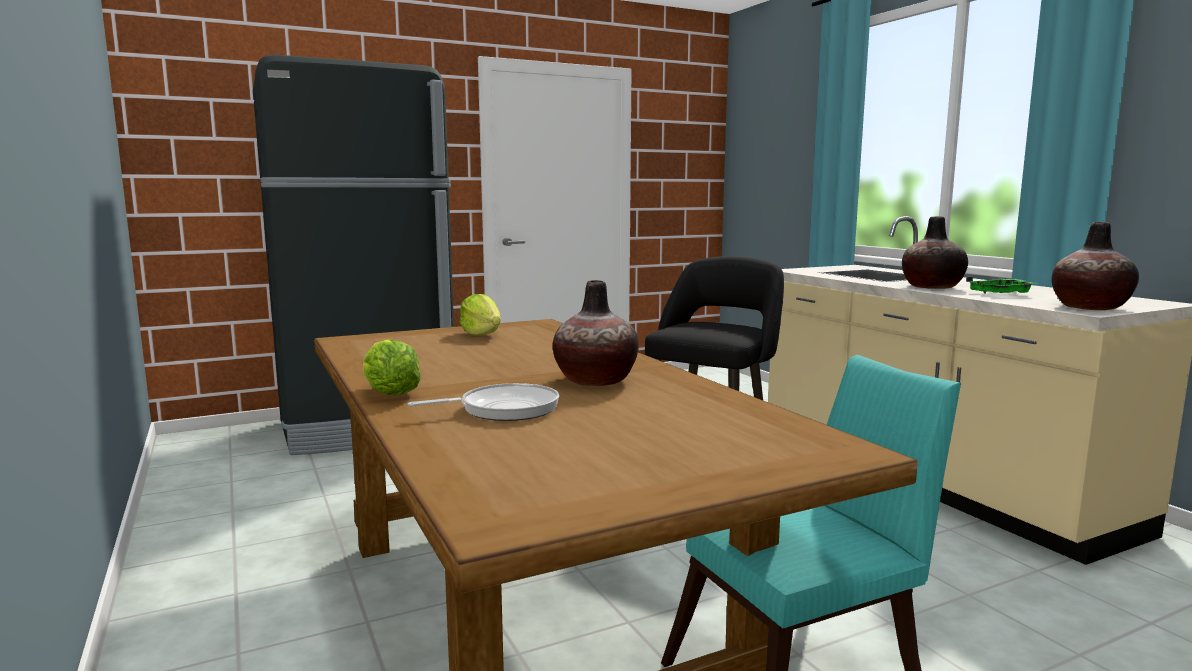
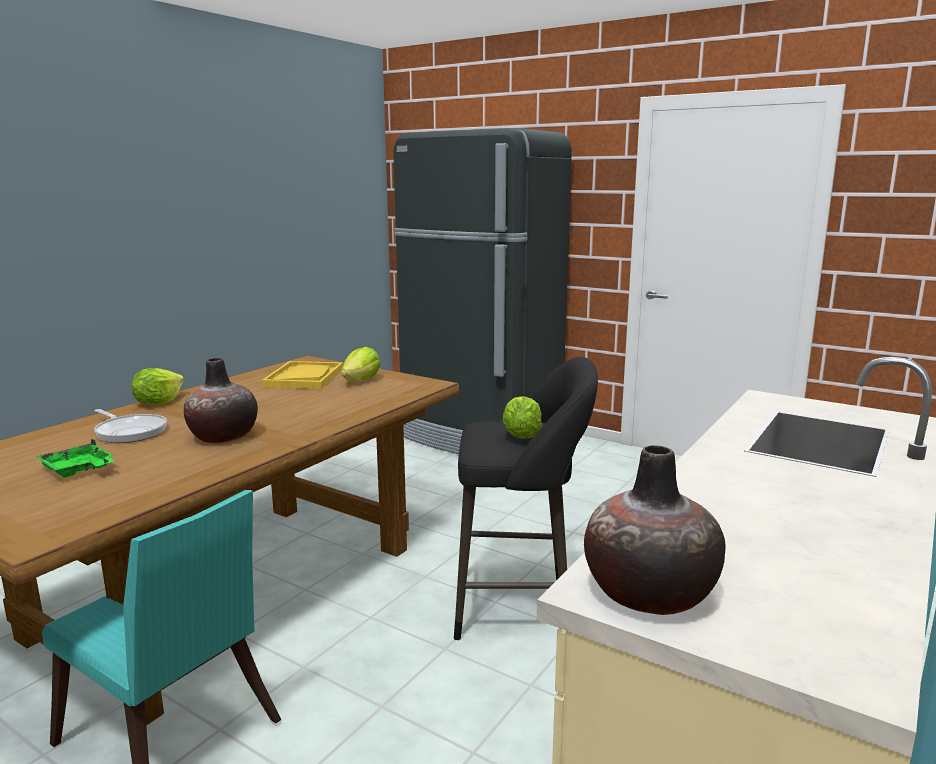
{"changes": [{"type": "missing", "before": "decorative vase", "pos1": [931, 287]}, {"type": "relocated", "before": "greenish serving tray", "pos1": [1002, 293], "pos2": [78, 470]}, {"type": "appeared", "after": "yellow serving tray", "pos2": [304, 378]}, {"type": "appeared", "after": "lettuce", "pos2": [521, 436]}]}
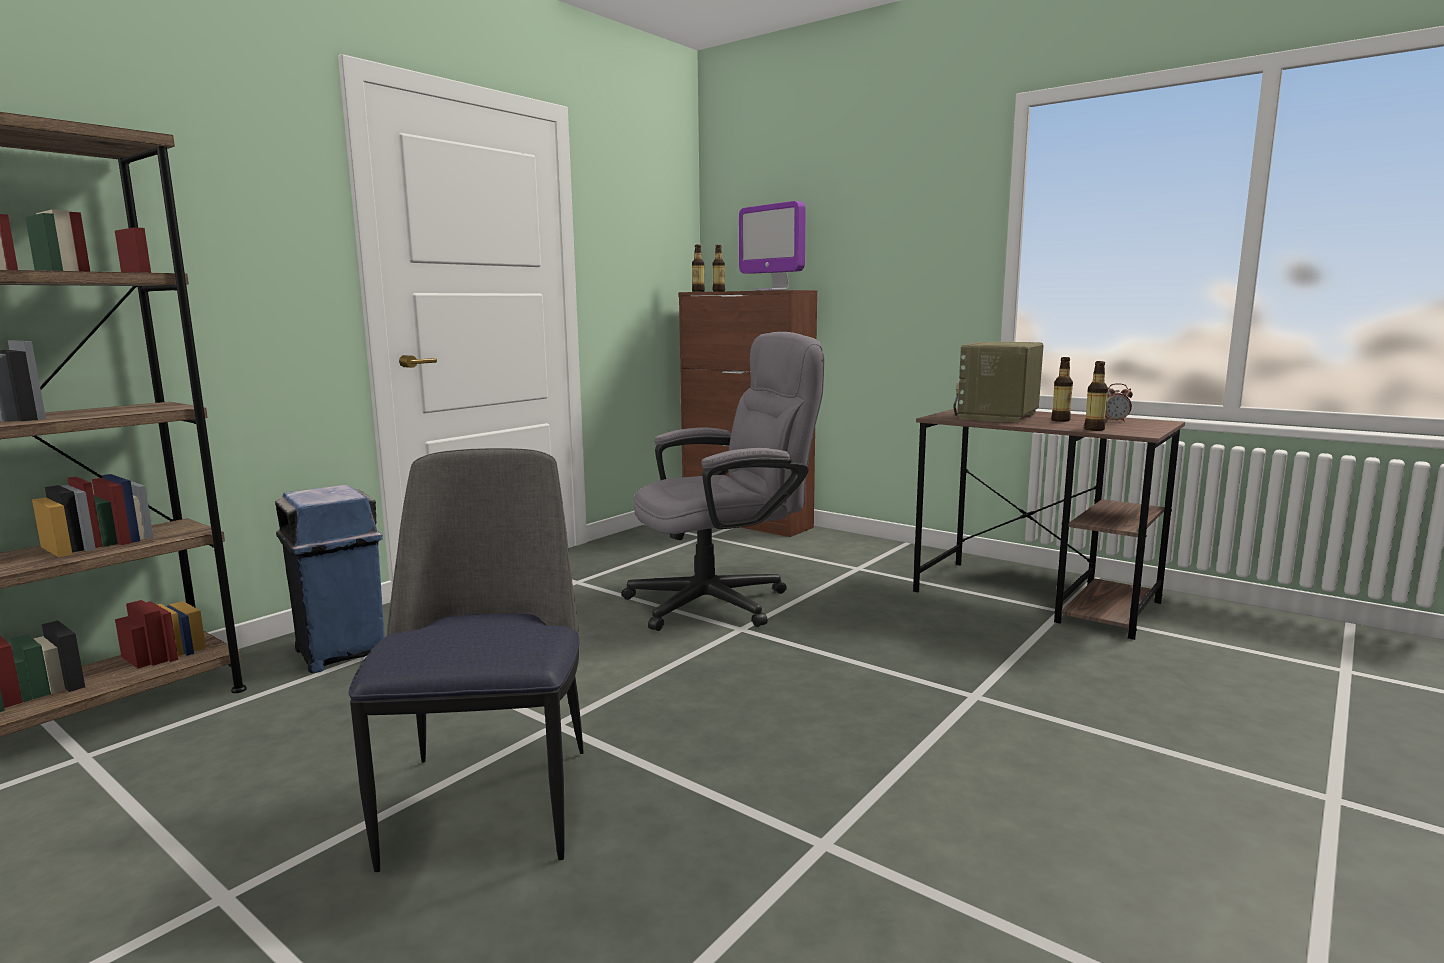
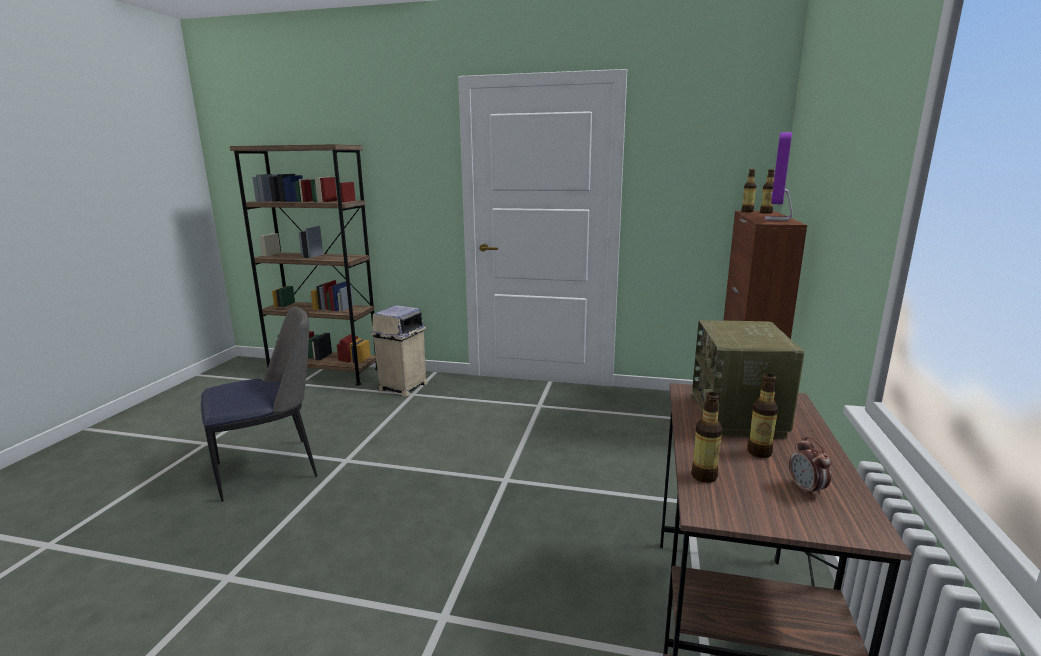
{"changes": [{"type": "colour", "before": "bluish rubbish bin", "after": "beige-coloured rubbish bin", "pos1": [341, 653], "pos2": [402, 387]}, {"type": "missing", "before": "gray office chair", "pos1": [723, 601]}, {"type": "spun", "before": "radio set", "pos1": [998, 416], "pos2": [738, 416], "turn": -90}]}
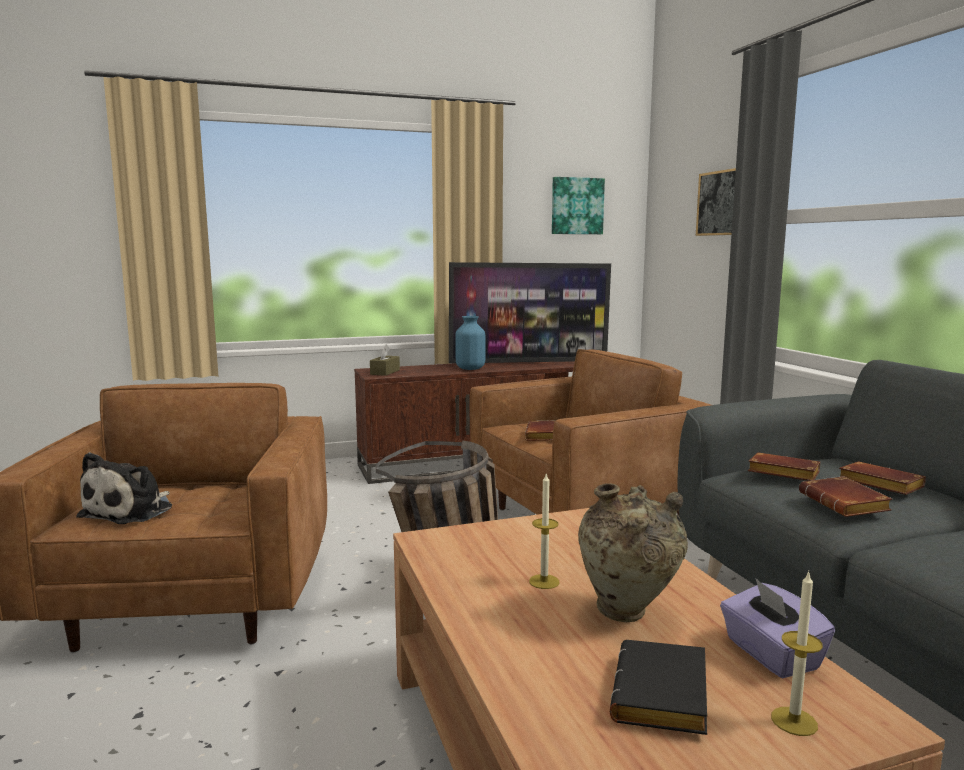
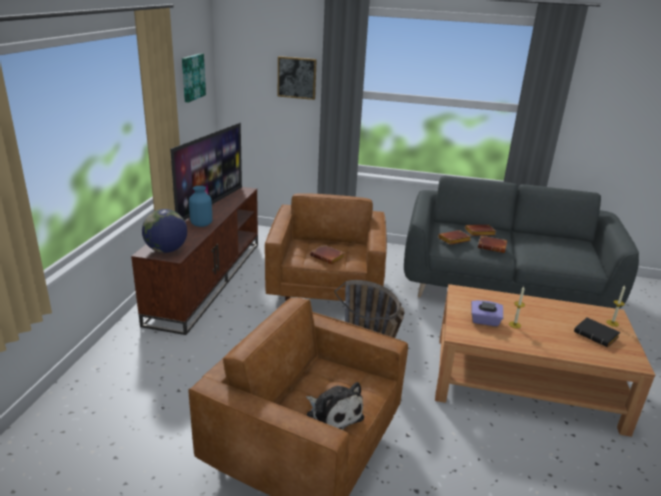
{"changes": [{"type": "exchanged", "before": "brownish box of tissues", "after": "desk globe", "pos1": [385, 372], "pos2": [166, 250]}, {"type": "missing", "before": "beige-coloured decorative vase", "pos1": [628, 614]}, {"type": "relocated", "before": "purplish box of tissues", "pos1": [770, 654], "pos2": [485, 321]}]}
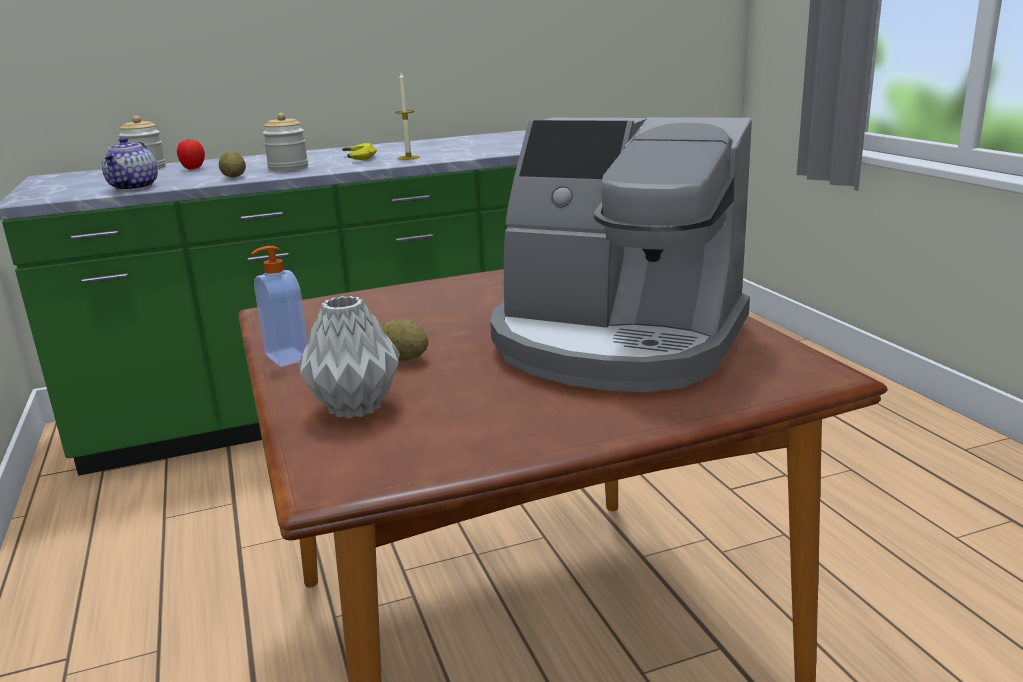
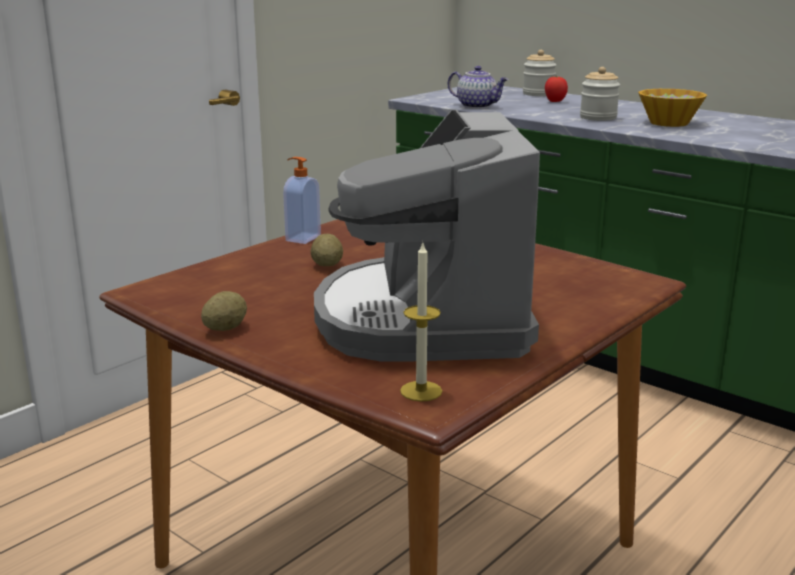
{"changes": [{"type": "spun", "before": "tea pot", "pos1": [135, 187], "pos2": [477, 106], "turn": -120}, {"type": "relocated", "before": "whole potato", "pos1": [234, 177], "pos2": [225, 329]}, {"type": "missing", "before": "gray decorative vase", "pos1": [353, 407]}, {"type": "exchanged", "before": "banana fruit", "after": "serving bowl", "pos1": [355, 158], "pos2": [669, 123]}, {"type": "relocated", "before": "candle", "pos1": [408, 157], "pos2": [421, 391]}]}
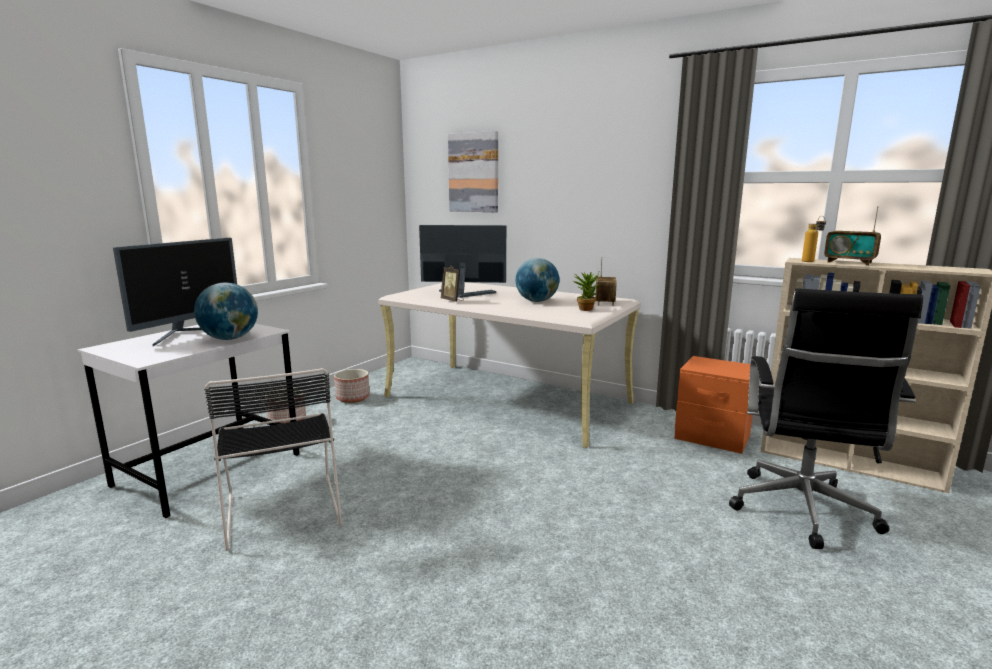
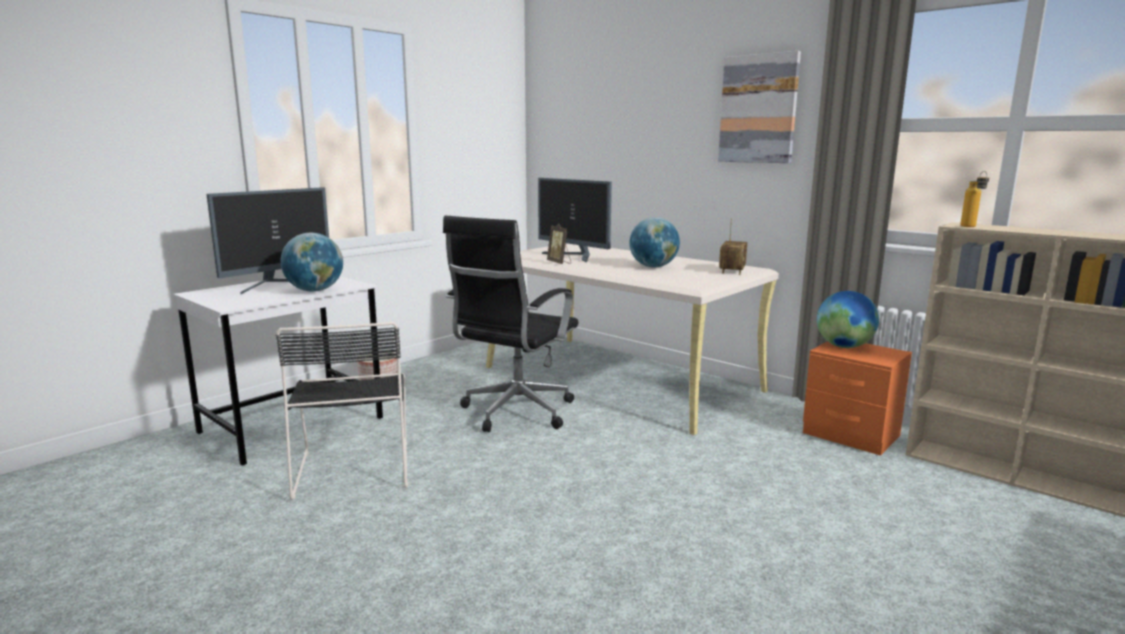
{"changes": [{"type": "missing", "before": "flower pot", "pos1": [352, 397]}, {"type": "spun", "before": "computer screen", "pos1": [463, 294], "pos2": [575, 257], "turn": -150}, {"type": "relocated", "before": "wall art", "pos1": [474, 173], "pos2": [758, 109]}, {"type": "missing", "before": "houseplant", "pos1": [585, 309]}, {"type": "relocated", "before": "black office chair", "pos1": [802, 513], "pos2": [514, 413]}, {"type": "missing", "before": "radio set", "pos1": [849, 262]}, {"type": "appeared", "after": "desk globe", "pos2": [844, 347]}]}
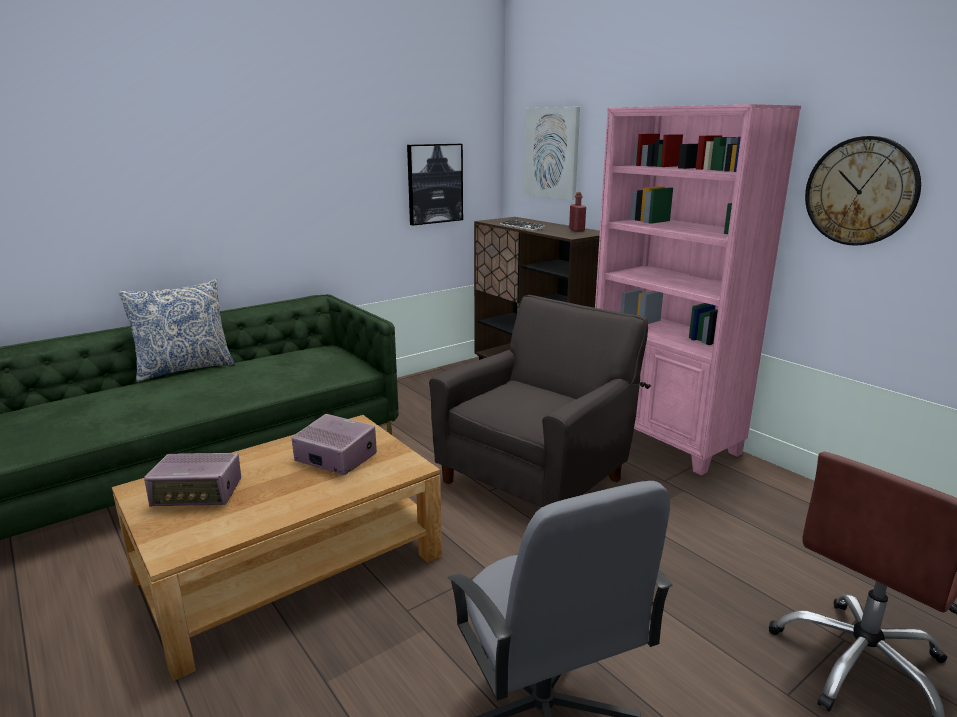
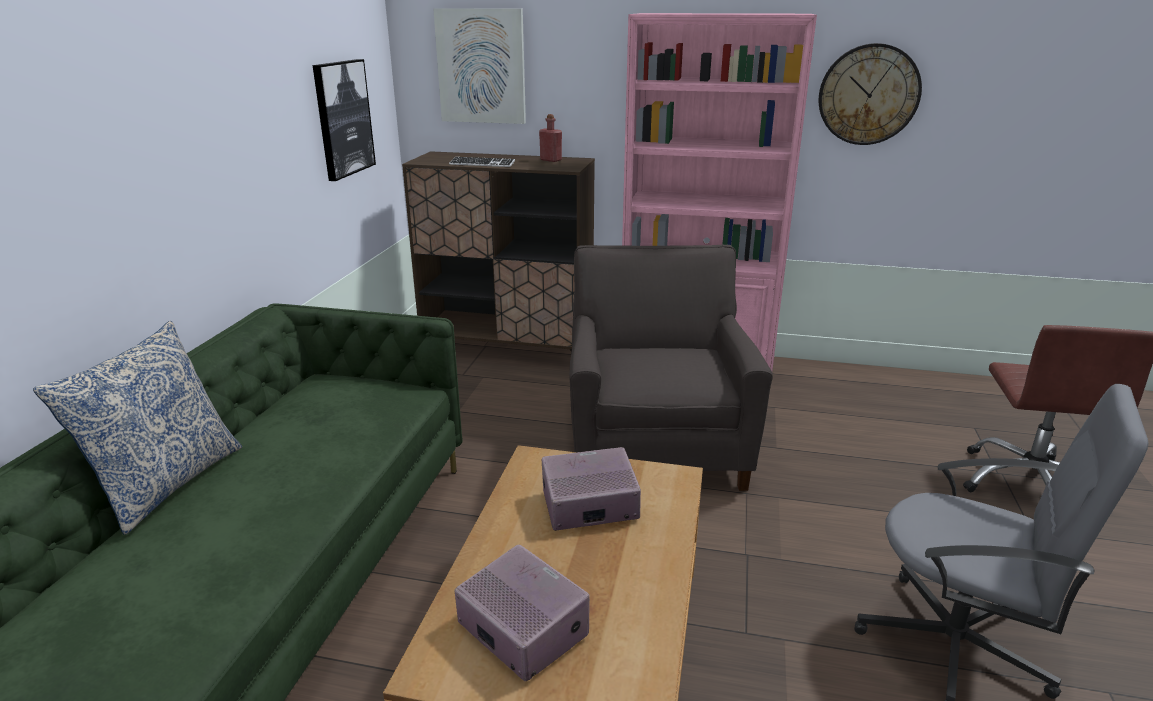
{"changes": [{"type": "spun", "before": "radio set", "pos1": [198, 494], "pos2": [522, 629], "turn": -90}]}
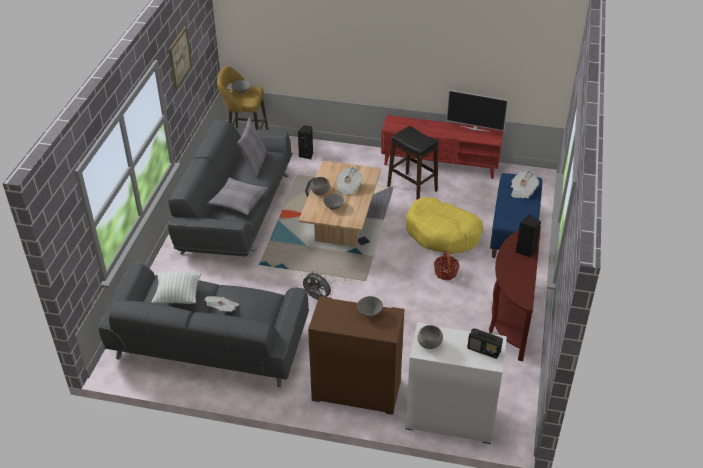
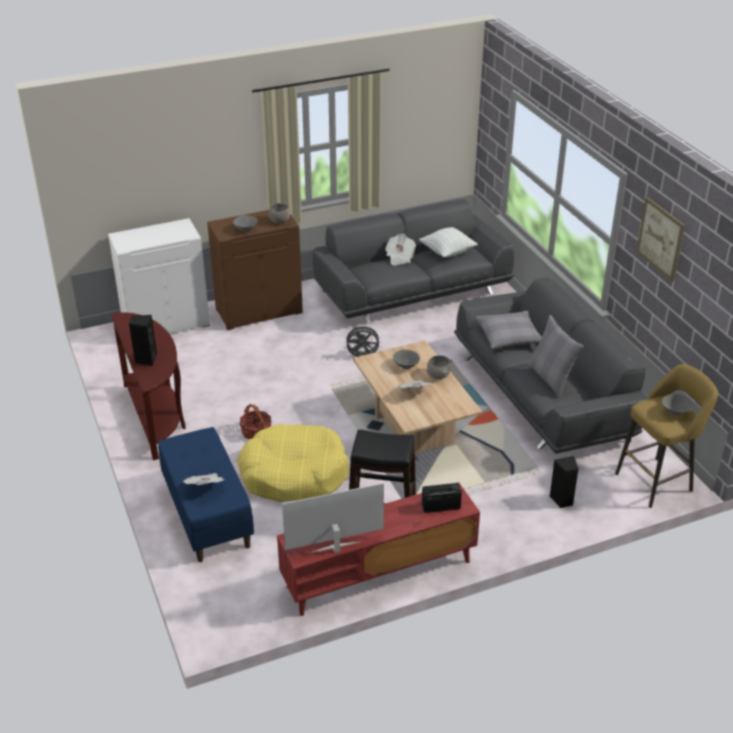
{"changes": [{"type": "relocated", "before": "gray serving bowl", "pos1": [429, 344], "pos2": [279, 220]}, {"type": "relocated", "before": "radio set", "pos1": [484, 350], "pos2": [440, 506]}]}
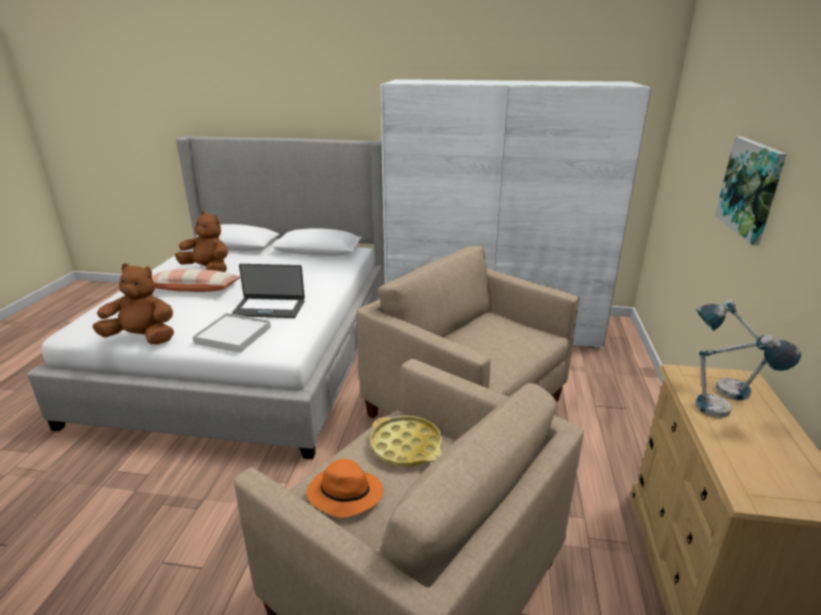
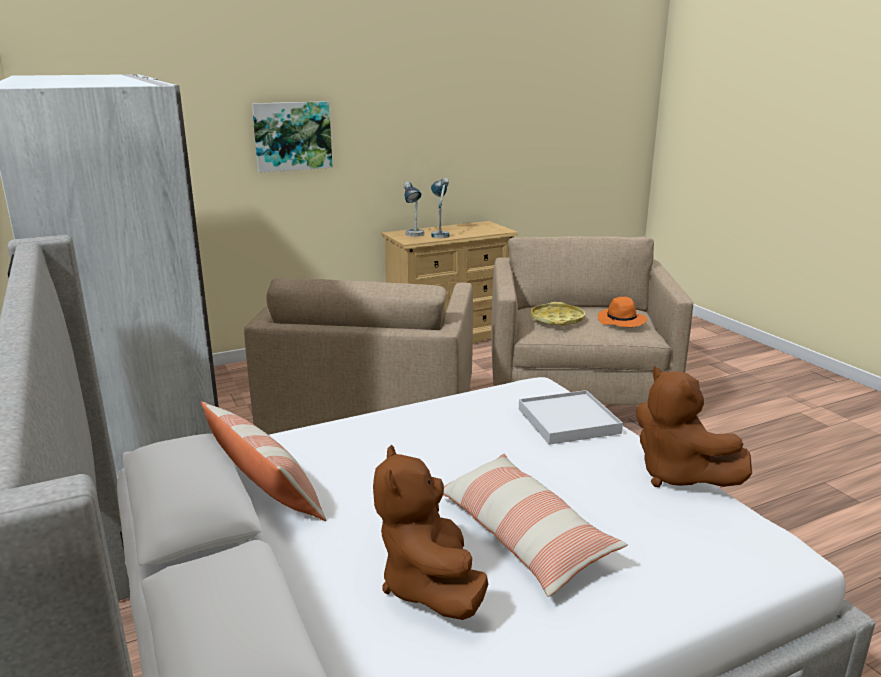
{"changes": [{"type": "missing", "before": "portable computer", "pos1": [269, 308]}, {"type": "appeared", "after": "throw pillow", "pos2": [265, 488]}]}
